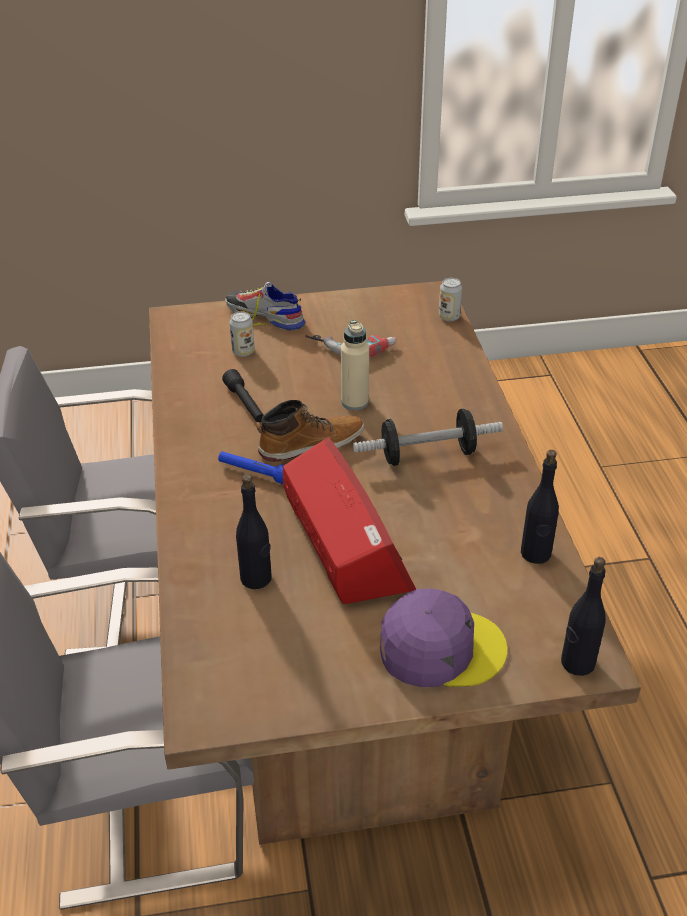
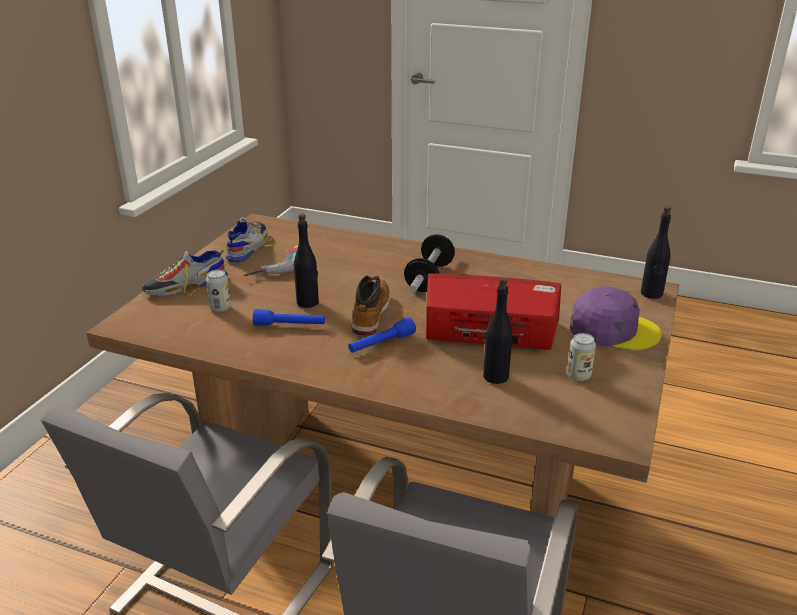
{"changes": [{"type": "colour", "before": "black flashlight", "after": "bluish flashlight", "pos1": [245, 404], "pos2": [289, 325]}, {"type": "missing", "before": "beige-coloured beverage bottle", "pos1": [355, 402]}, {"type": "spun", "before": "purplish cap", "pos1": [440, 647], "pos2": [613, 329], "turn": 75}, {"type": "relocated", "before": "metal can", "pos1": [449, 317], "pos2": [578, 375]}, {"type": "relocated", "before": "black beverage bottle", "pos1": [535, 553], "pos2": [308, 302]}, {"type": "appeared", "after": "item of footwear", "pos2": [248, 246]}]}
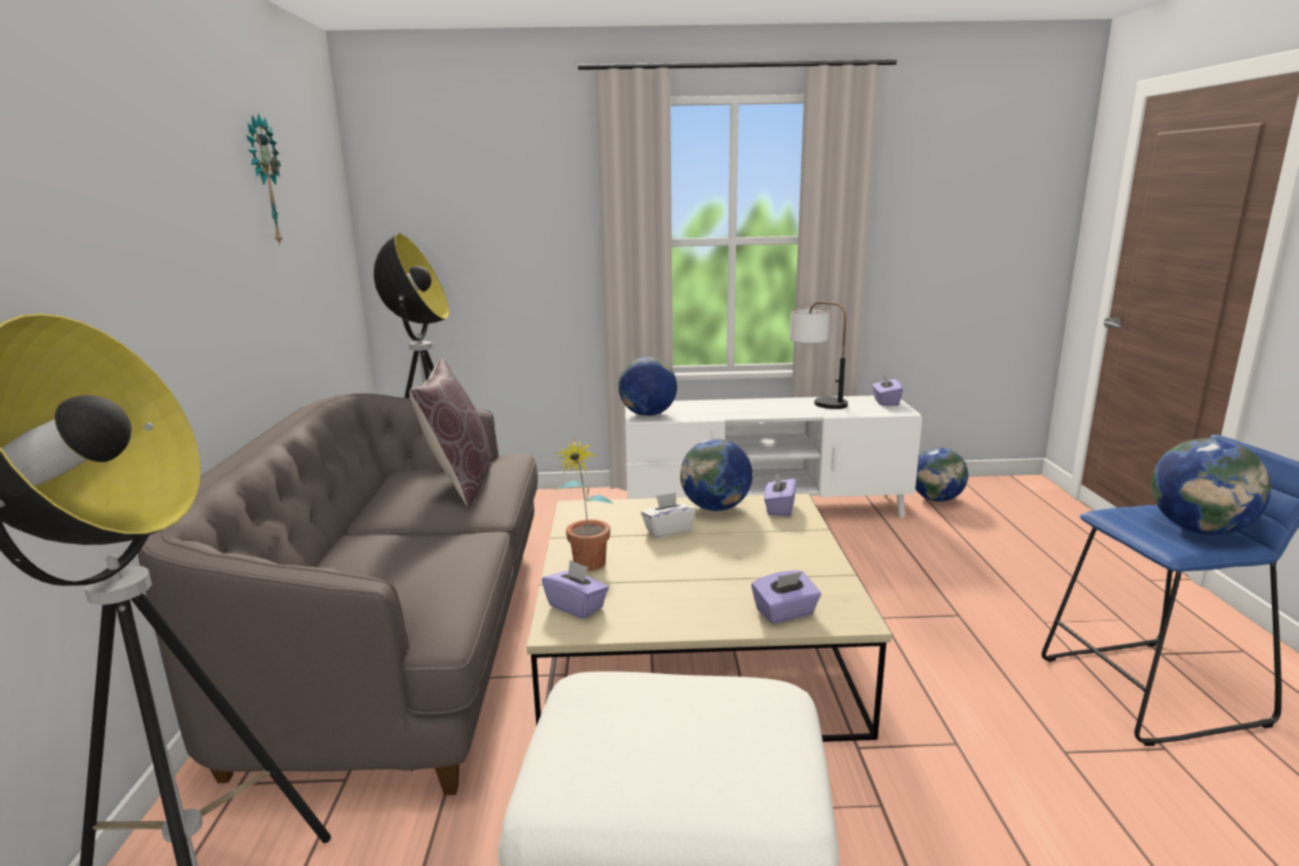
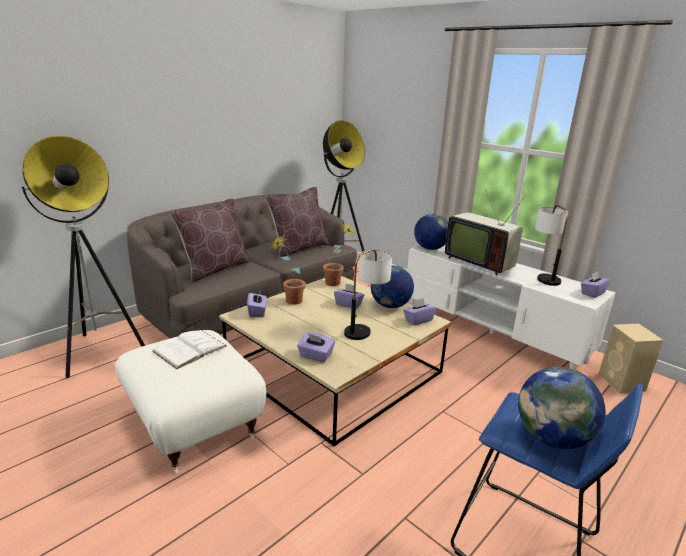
{"changes": [{"type": "missing", "before": "wall clock", "pos1": [263, 181]}, {"type": "colour", "before": "whitish box of tissues", "after": "purplish box of tissues", "pos1": [668, 530], "pos2": [348, 304]}, {"type": "exchanged", "before": "desk globe", "after": "beige-coloured speaker", "pos1": [936, 499], "pos2": [622, 383]}, {"type": "appeared", "after": "whitish volume", "pos2": [190, 349]}, {"type": "appeared", "after": "brownish throw pillow", "pos2": [215, 269]}, {"type": "appeared", "after": "houseplant", "pos2": [336, 284]}, {"type": "appeared", "after": "table lamp", "pos2": [365, 328]}, {"type": "appeared", "after": "TV", "pos2": [479, 262]}]}
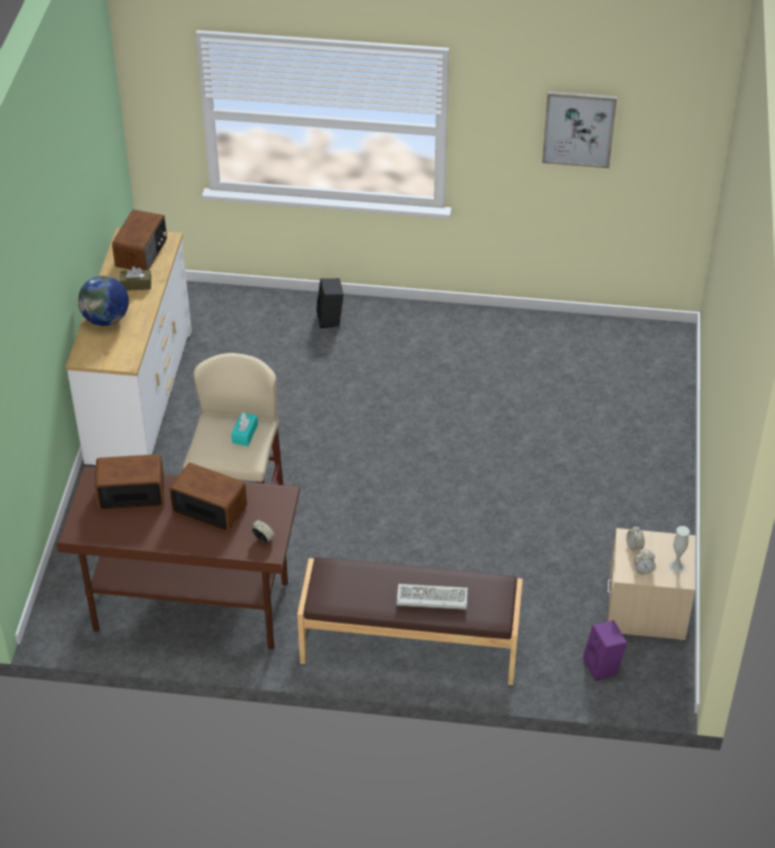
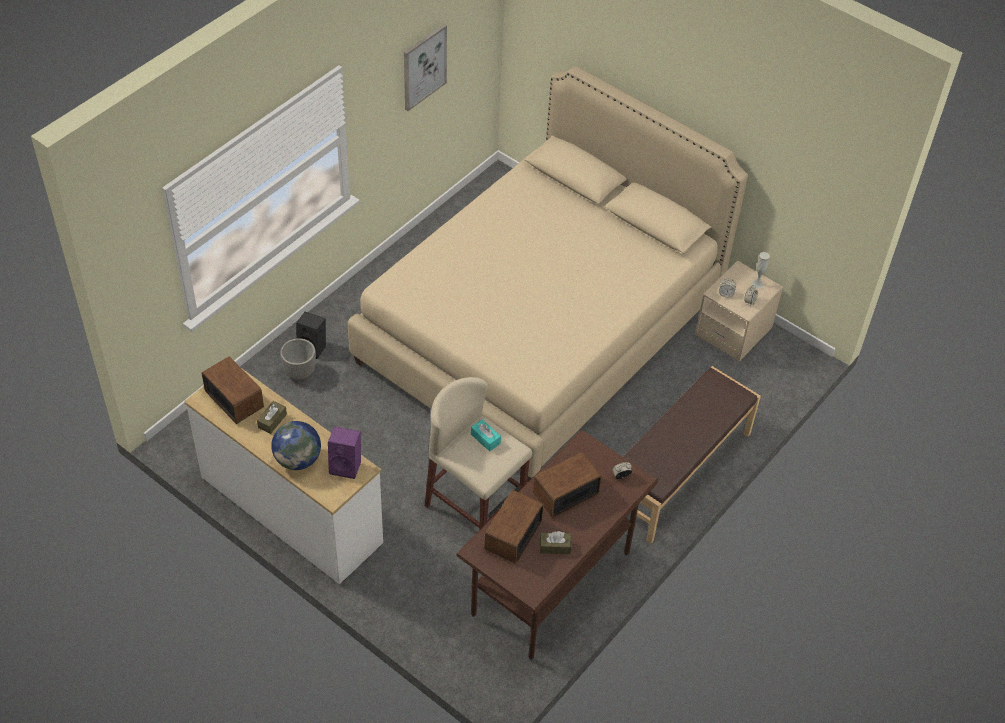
{"changes": [{"type": "missing", "before": "keyboard", "pos1": [430, 599]}, {"type": "relocated", "before": "purplish speaker", "pos1": [603, 666], "pos2": [346, 466]}, {"type": "appeared", "after": "flower pot", "pos2": [300, 372]}, {"type": "appeared", "after": "beige-coloured sleeping bed", "pos2": [540, 329]}, {"type": "appeared", "after": "brownish box of tissues", "pos2": [555, 547]}]}
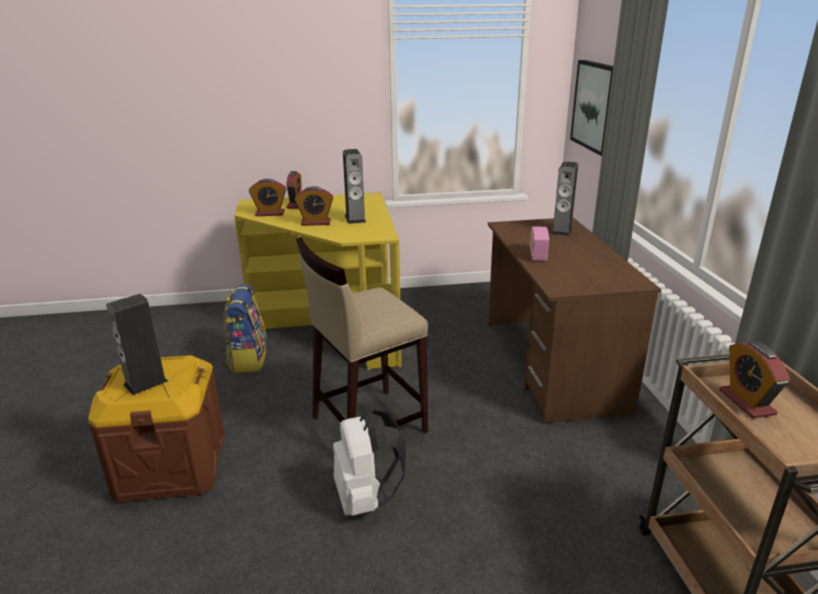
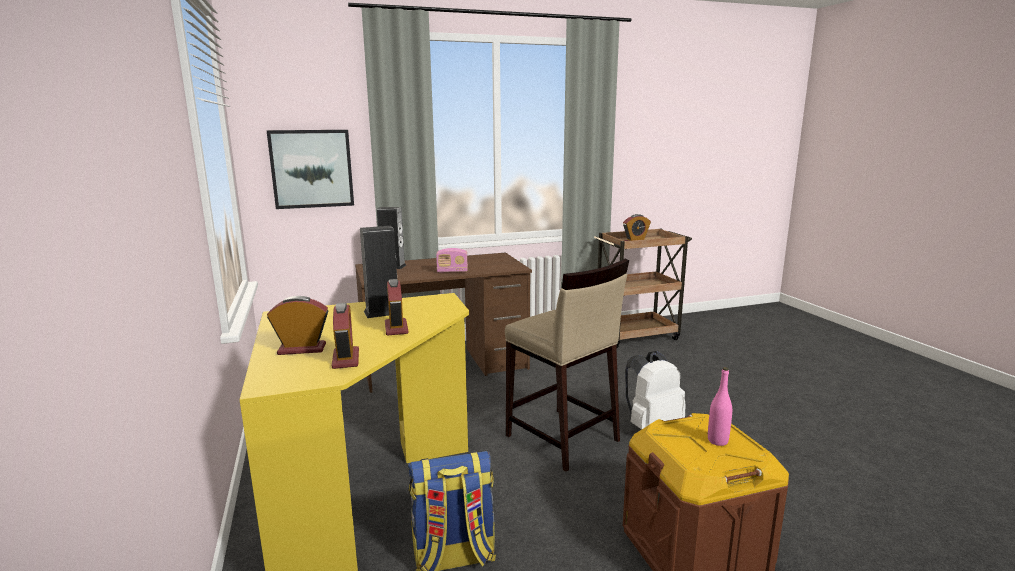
{"changes": [{"type": "exchanged", "before": "speaker", "after": "pink-coloured beverage bottle", "pos1": [146, 383], "pos2": [717, 441]}]}
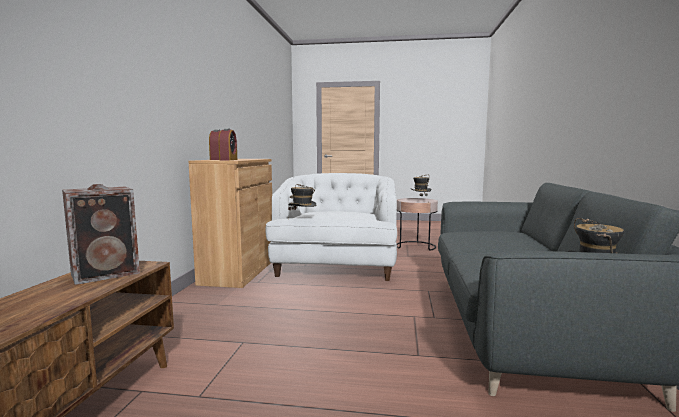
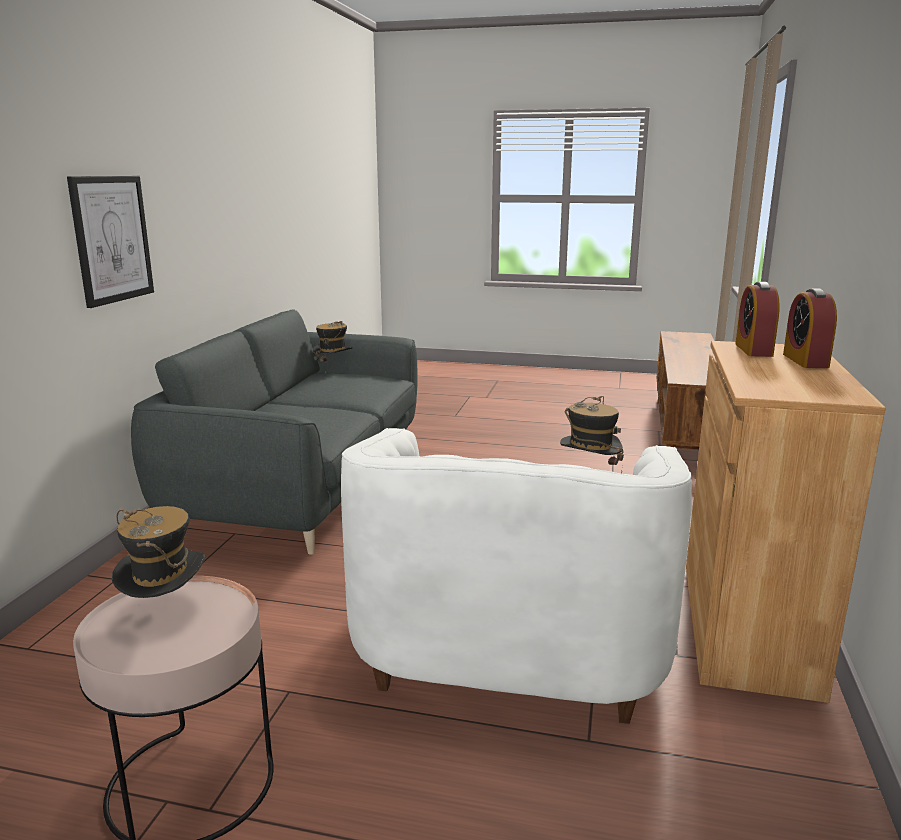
{"changes": [{"type": "missing", "before": "speaker", "pos1": [108, 273]}, {"type": "appeared", "after": "wall art", "pos2": [112, 239]}]}
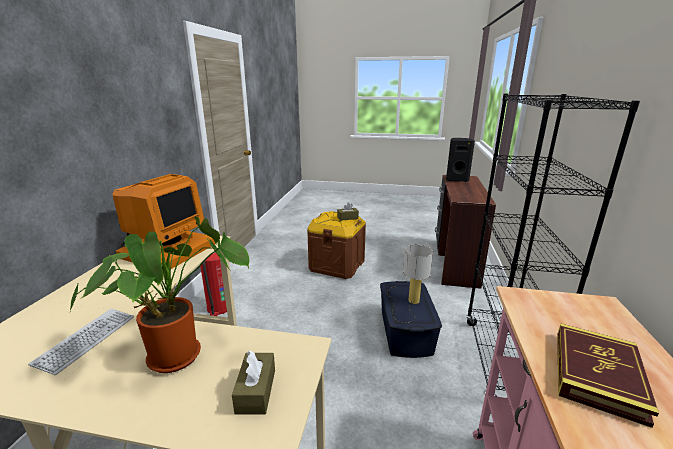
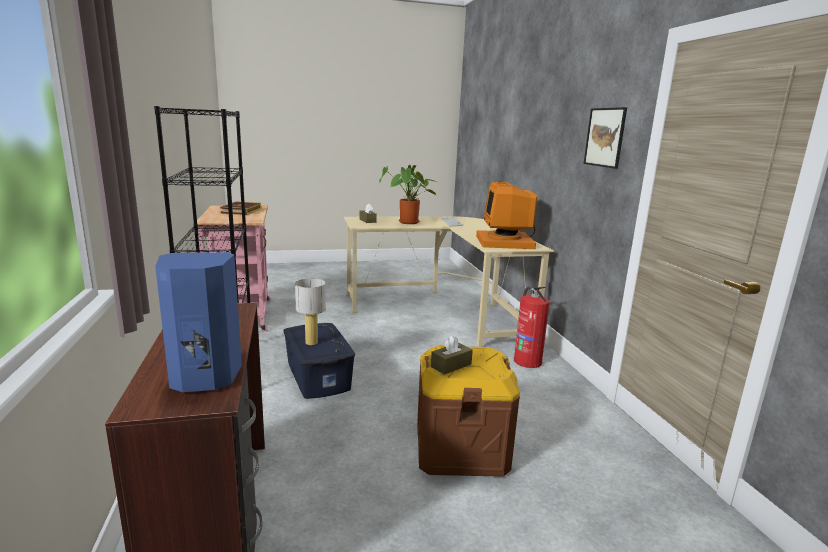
{"changes": [{"type": "colour", "before": "black speaker", "after": "bluish speaker", "pos1": [456, 180], "pos2": [204, 379]}, {"type": "appeared", "after": "wall art", "pos2": [605, 137]}]}
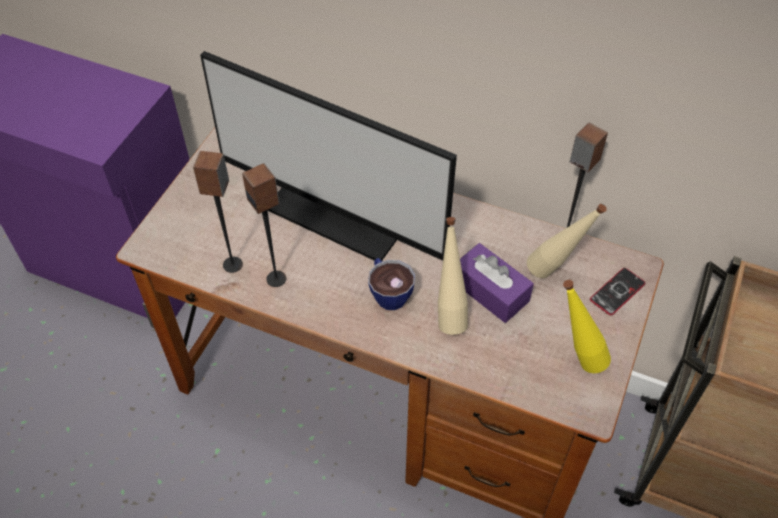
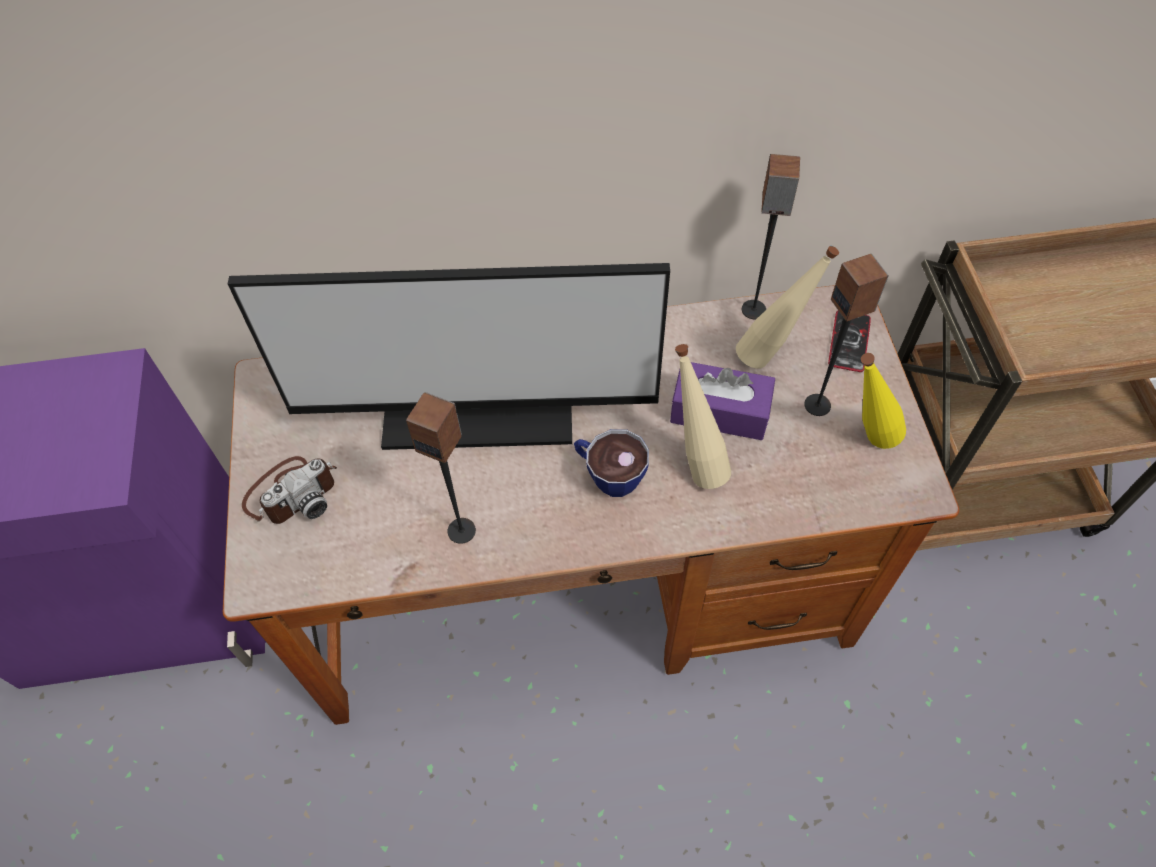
{"changes": [{"type": "relocated", "before": "speaker", "pos1": [233, 265], "pos2": [818, 405]}, {"type": "appeared", "after": "photo camera", "pos2": [292, 492]}]}
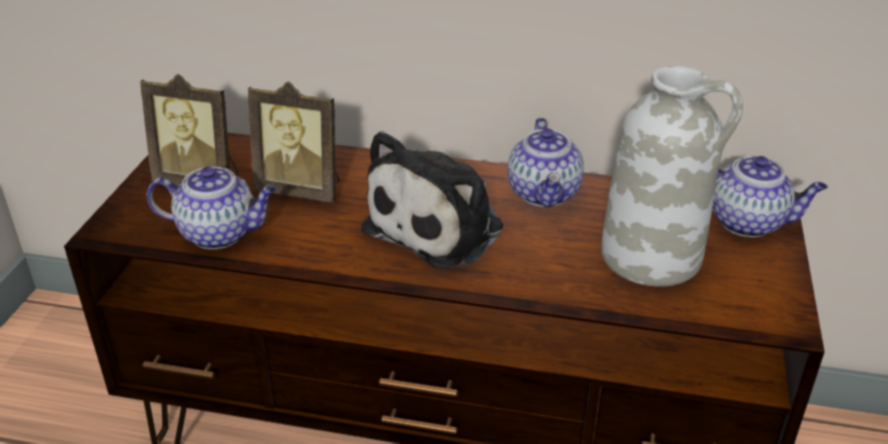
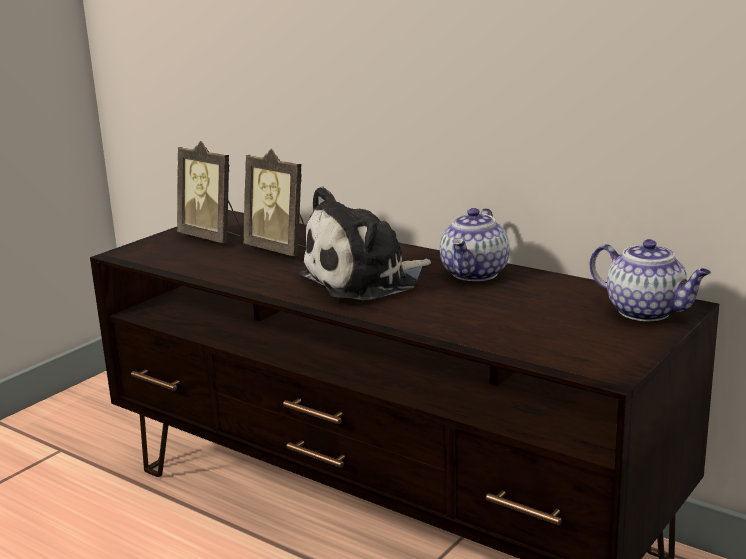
{"changes": [{"type": "missing", "before": "tea pot", "pos1": [220, 233]}, {"type": "missing", "before": "whitish decorative vase", "pos1": [653, 256]}]}
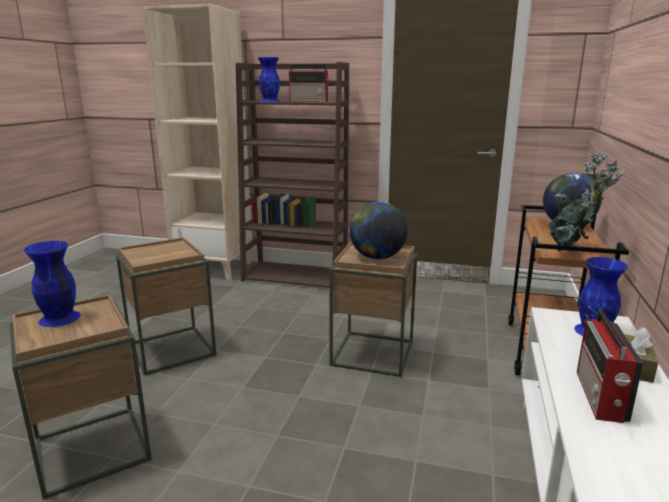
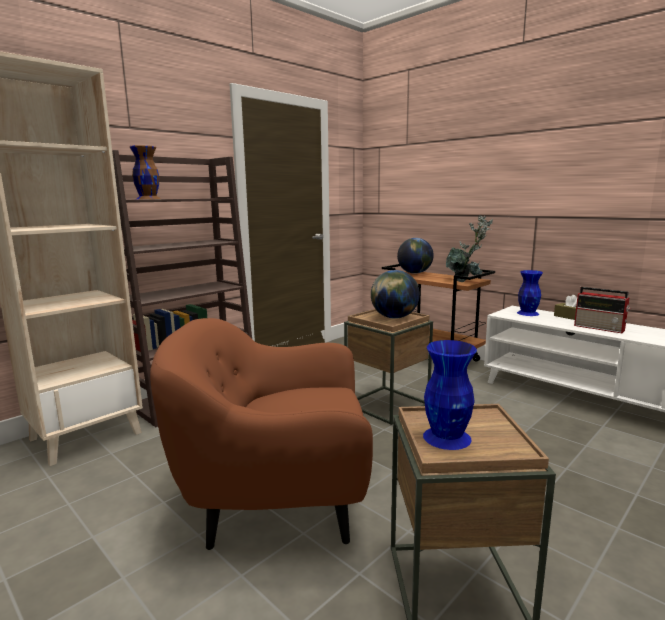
{"changes": [{"type": "exchanged", "before": "brownish side table", "after": "brownish lounge chair", "pos1": [172, 349], "pos2": [275, 500]}, {"type": "colour", "before": "bluish decorative vase", "after": "brownish decorative vase", "pos1": [270, 101], "pos2": [148, 199]}, {"type": "missing", "before": "radio set", "pos1": [310, 101]}]}
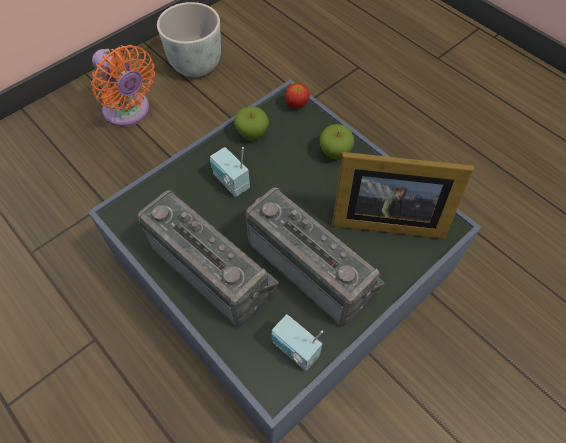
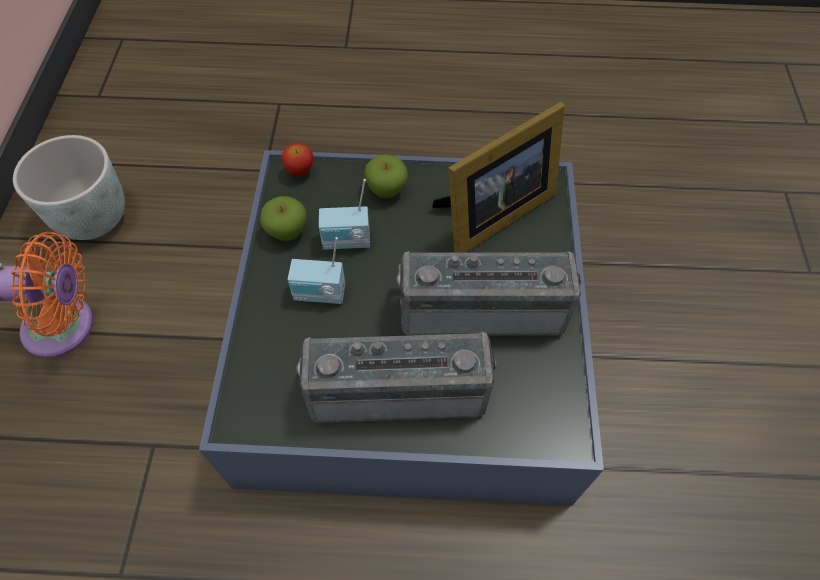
{"changes": [{"type": "relocated", "before": "radio set", "pos1": [294, 350], "pos2": [346, 242]}]}
